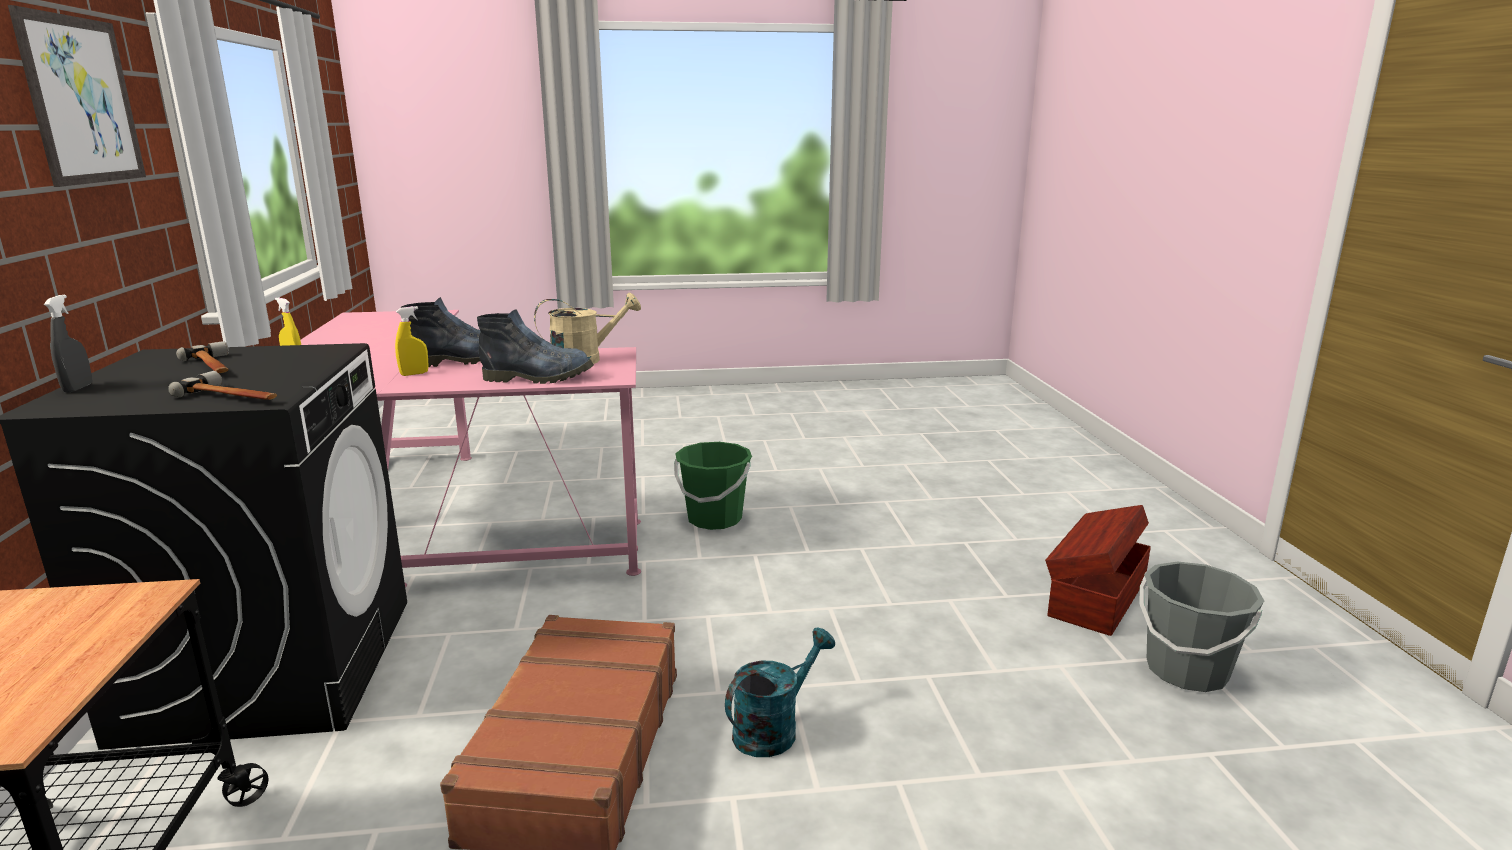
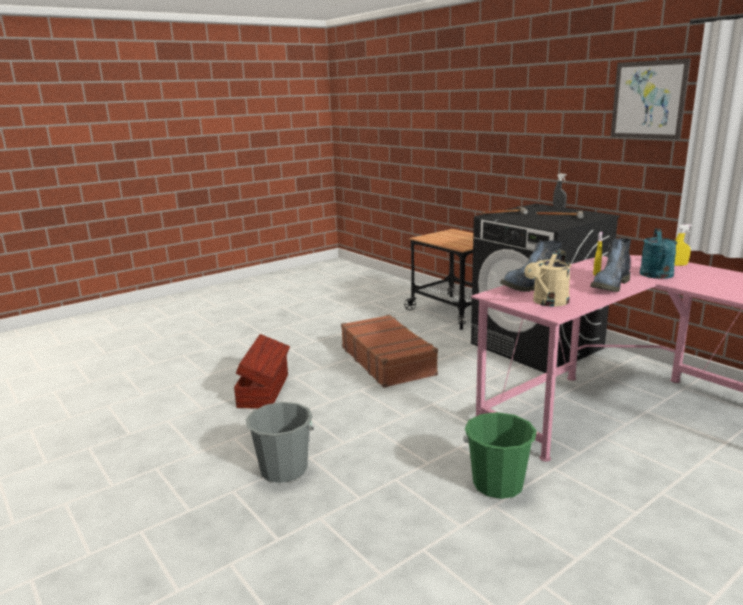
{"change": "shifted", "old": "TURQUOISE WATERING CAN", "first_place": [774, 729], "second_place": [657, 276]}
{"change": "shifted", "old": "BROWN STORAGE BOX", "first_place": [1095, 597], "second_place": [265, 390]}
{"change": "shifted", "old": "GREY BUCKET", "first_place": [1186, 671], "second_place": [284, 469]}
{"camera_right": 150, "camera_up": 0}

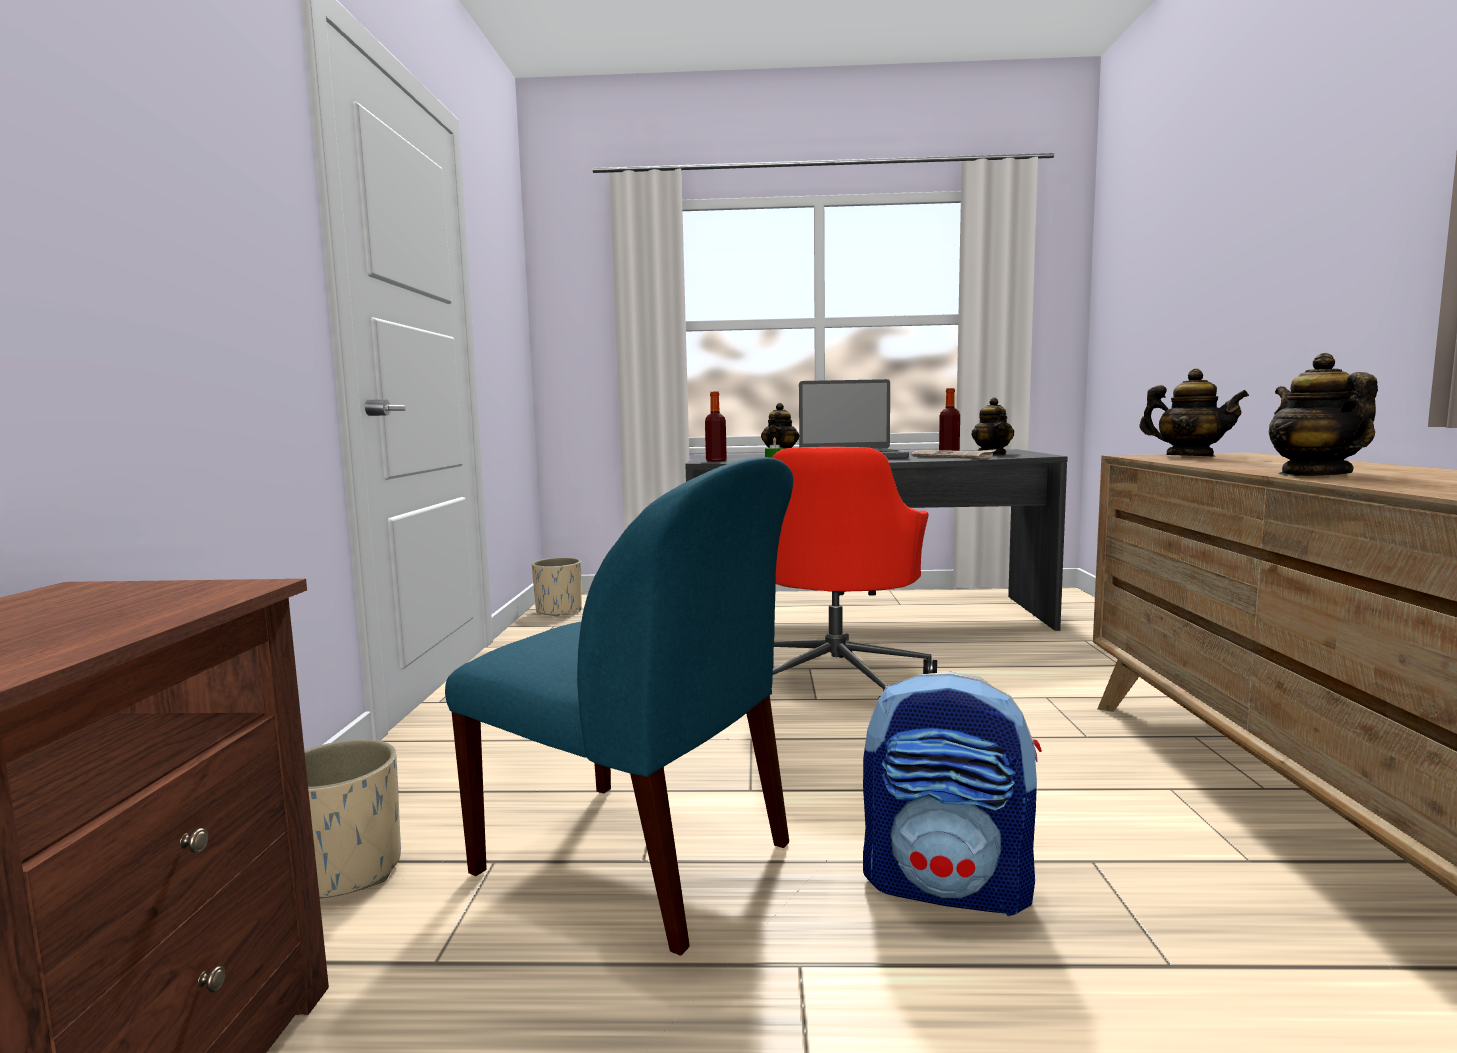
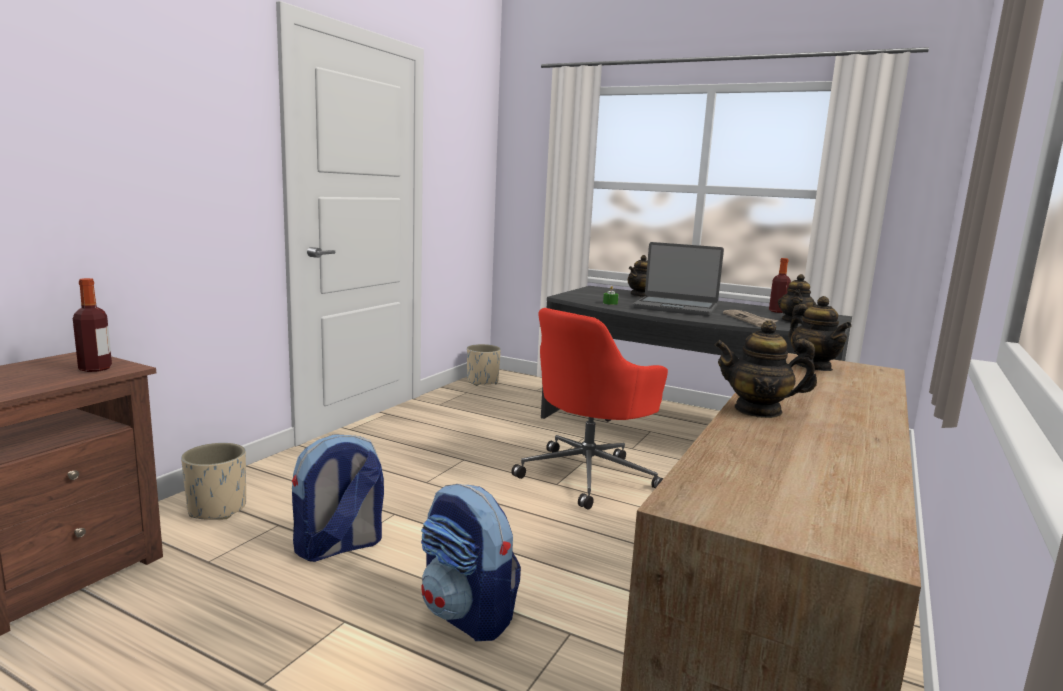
{"change": "swapped", "old": "BLUE CHAIR", "new": "BACKPACK", "first_place": [640, 860], "second_place": [339, 547]}
{"change": "shifted", "old": "BOTTLE", "first_place": [716, 460], "second_place": [95, 368]}
{"change": "rotated", "old": "TEAPOT", "first_place": [1314, 474], "second_place": [758, 410], "degrees": -105}
{"camera_right": 25, "camera_up": 5}

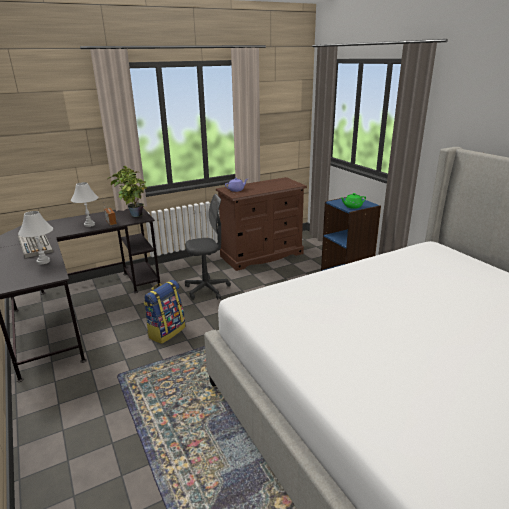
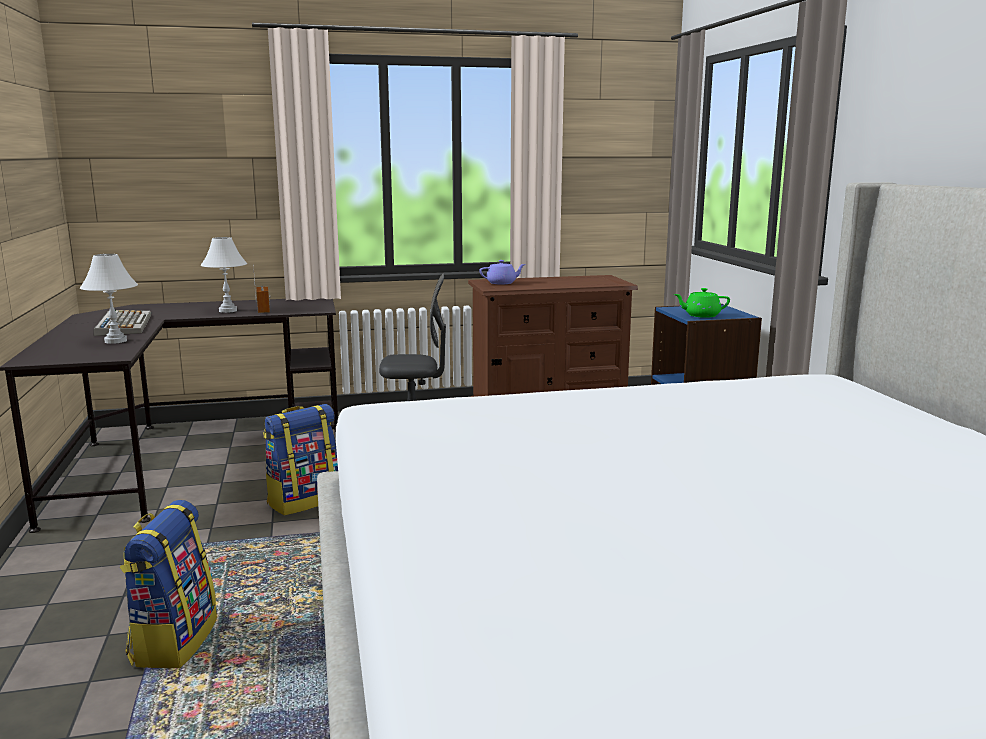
{"change": "gone", "old": "POTTED PLANT", "first_place": [133, 215]}
{"change": "new", "new": "BACKPACK", "second_place": [173, 641]}
{"camera_right": 15, "camera_up": -10}

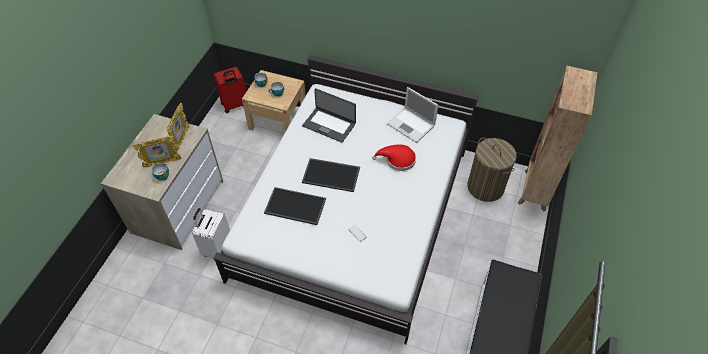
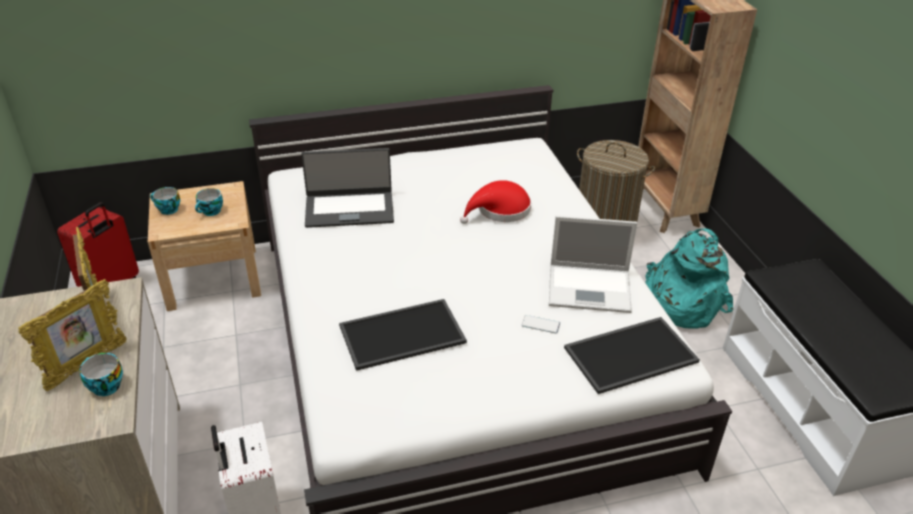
{"change": "shifted", "old": "TRAY", "first_place": [332, 174], "second_place": [630, 353]}
{"change": "shifted", "old": "LAPTOP", "first_place": [411, 125], "second_place": [591, 288]}
{"change": "new", "new": "TURQUOISE BACKPACK", "second_place": [680, 302]}
{"camera_right": -35, "camera_up": -15}

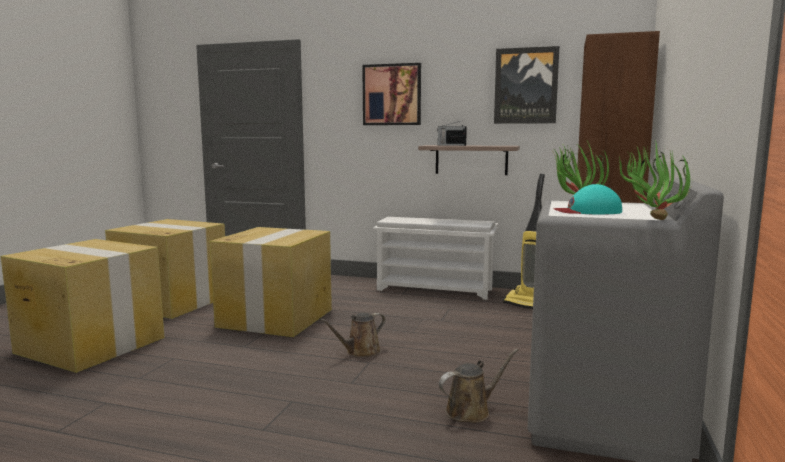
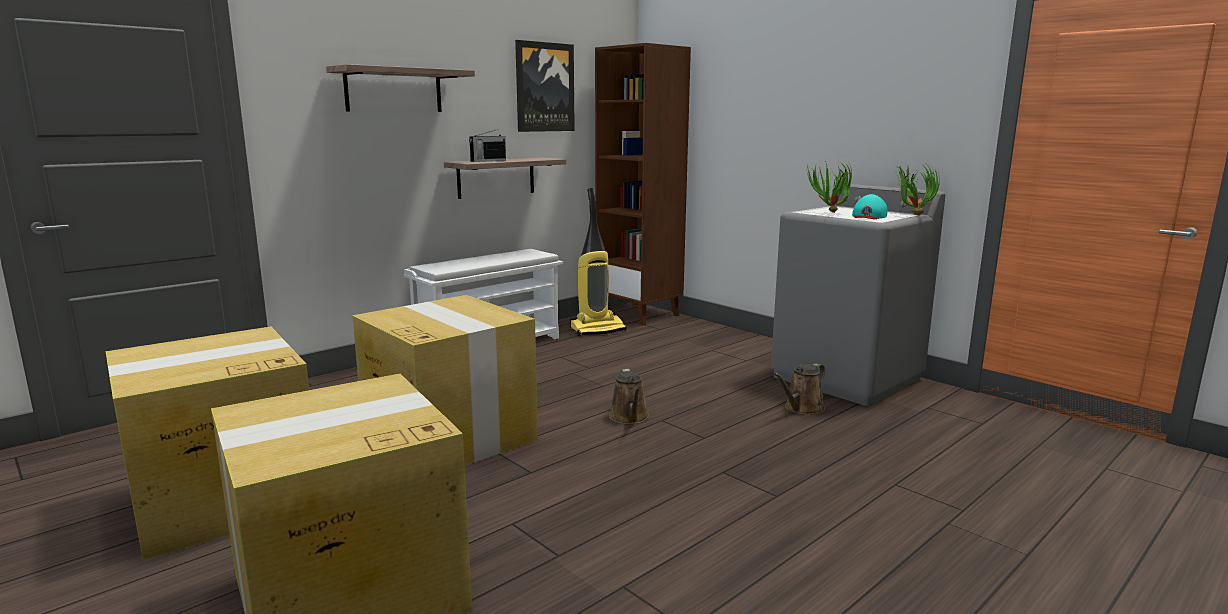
{"change": "swapped", "old": "PICTURE", "new": "SHELF", "first_place": [392, 95], "second_place": [394, 90]}
{"change": "rotated", "old": "BROWN WATERING CAN", "first_place": [471, 411], "second_place": [802, 408], "degrees": -135}
{"camera_right": -60, "camera_up": 5}

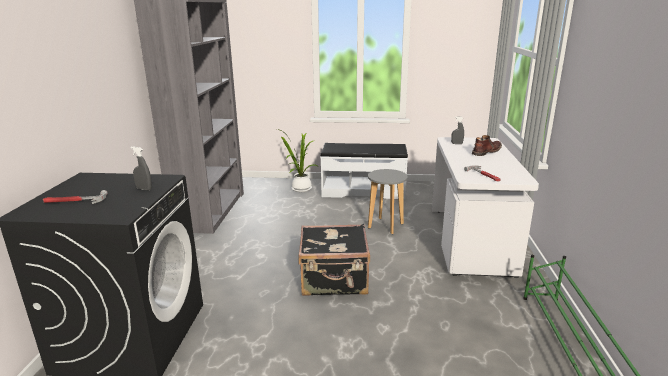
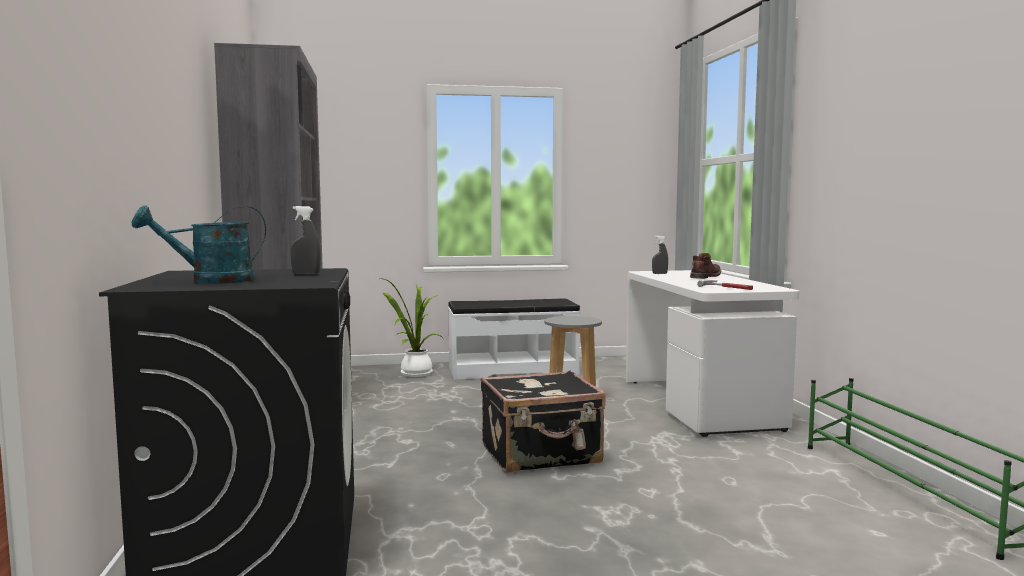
{"change": "swapped", "old": "HAMMER", "new": "TURQUOISE WATERING CAN", "first_place": [74, 201], "second_place": [210, 281]}
{"camera_right": -15, "camera_up": -15}

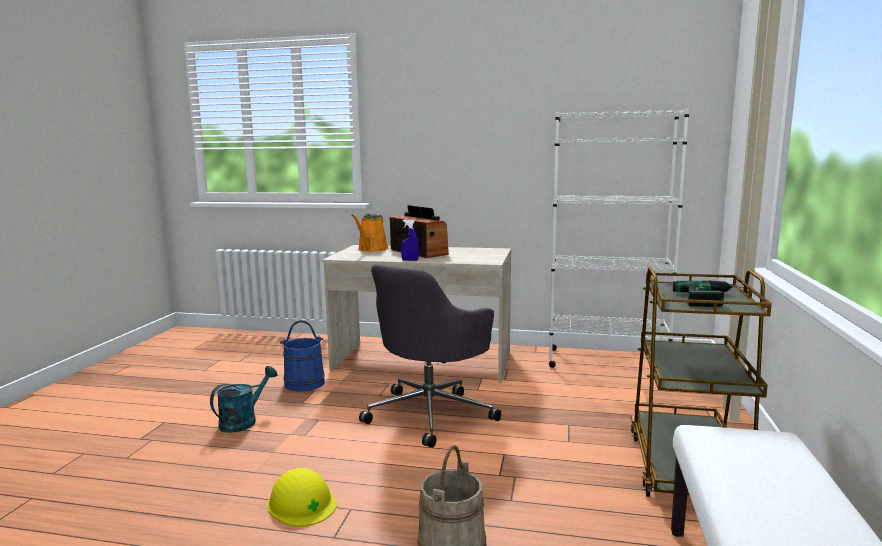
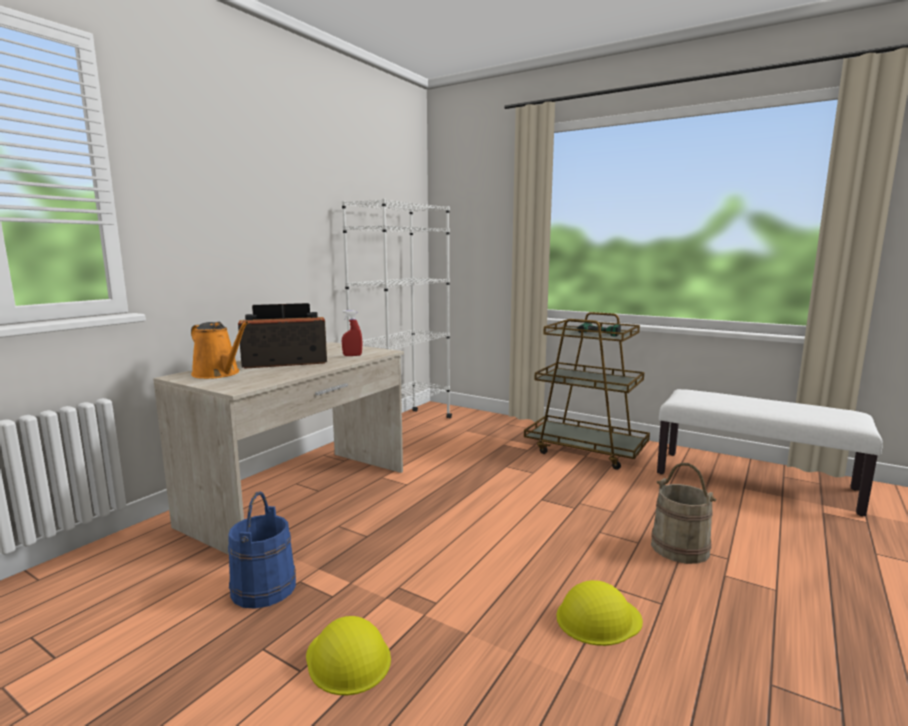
{"change": "swapped", "old": "TURQUOISE WATERING CAN", "new": "YELLOW HARD HAT", "first_place": [243, 421], "second_place": [348, 658]}
{"change": "gone", "old": "GREY OFFICE CHAIR", "first_place": [431, 413]}
{"change": "gone", "old": "BLUE SPRAY BOTTLE", "first_place": [410, 260]}
{"change": "new", "new": "RED SPRAY BOTTLE", "second_place": [352, 355]}
{"camera_right": -70, "camera_up": 0}

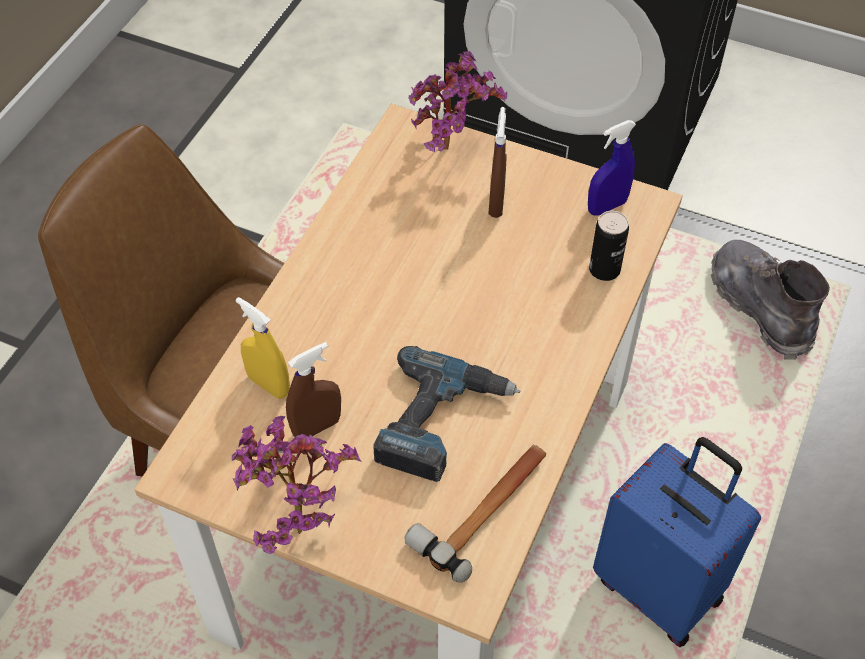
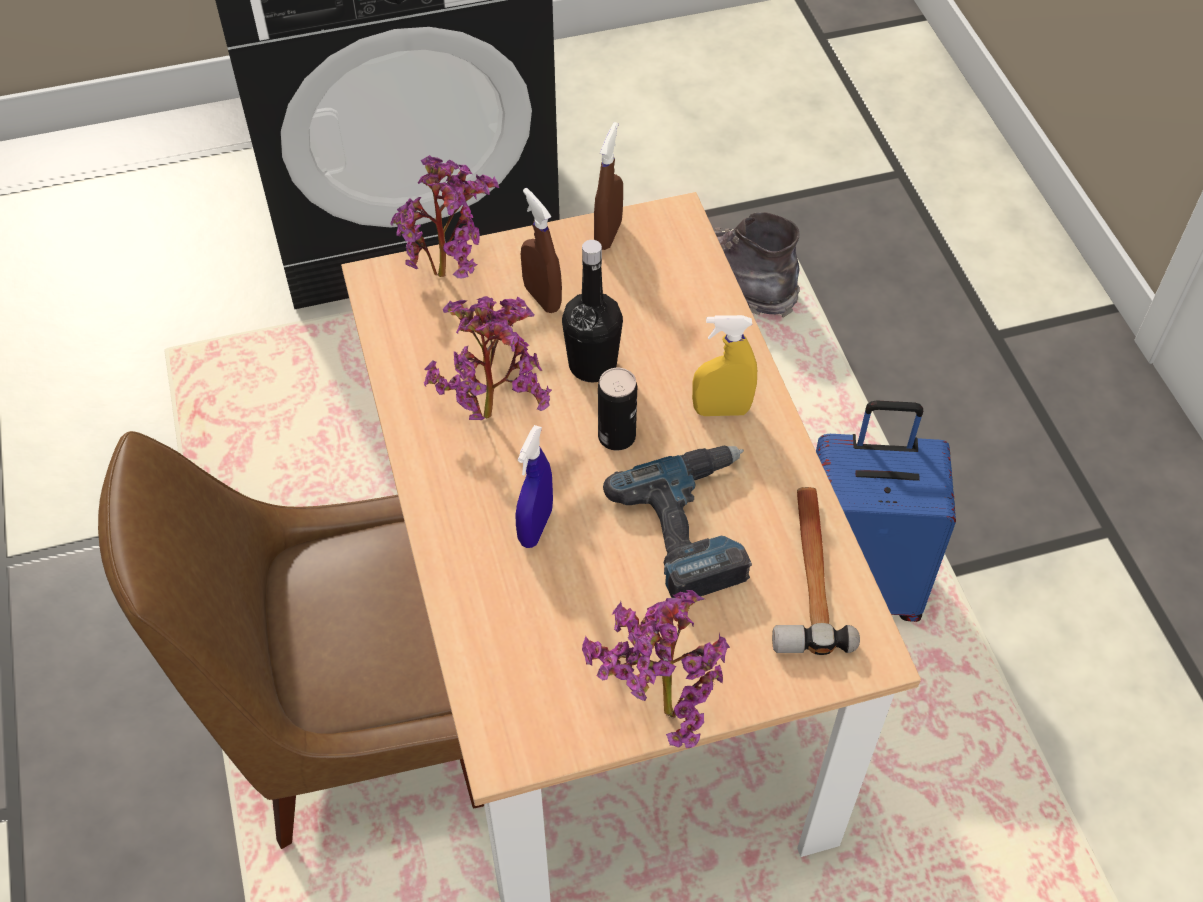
{"change": "shifted", "old": "YELLOW SPRAY BOTTLE", "first_place": [268, 385], "second_place": [721, 410]}
{"change": "shifted", "old": "BROWN SPRAY BOTTLE", "first_place": [317, 427], "second_place": [608, 234]}
{"change": "shifted", "old": "BLUE SPRAY BOTTLE", "first_place": [607, 206], "second_place": [535, 527]}
{"change": "shifted", "old": "CAN", "first_place": [604, 269], "second_place": [616, 436]}
{"change": "new", "new": "POTTED PLANT", "second_place": [494, 411]}
{"change": "new", "new": "BLACK BOTTLE", "second_place": [592, 365]}
{"camera_right": -40, "camera_up": 0}

